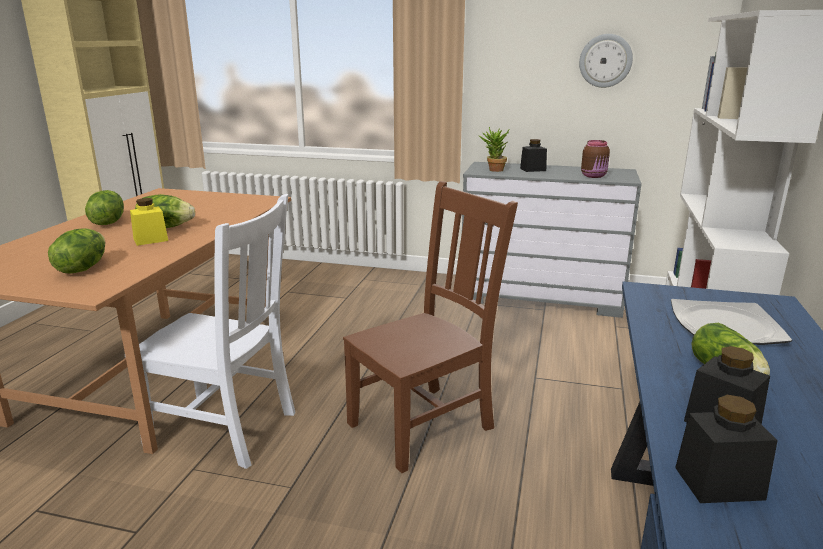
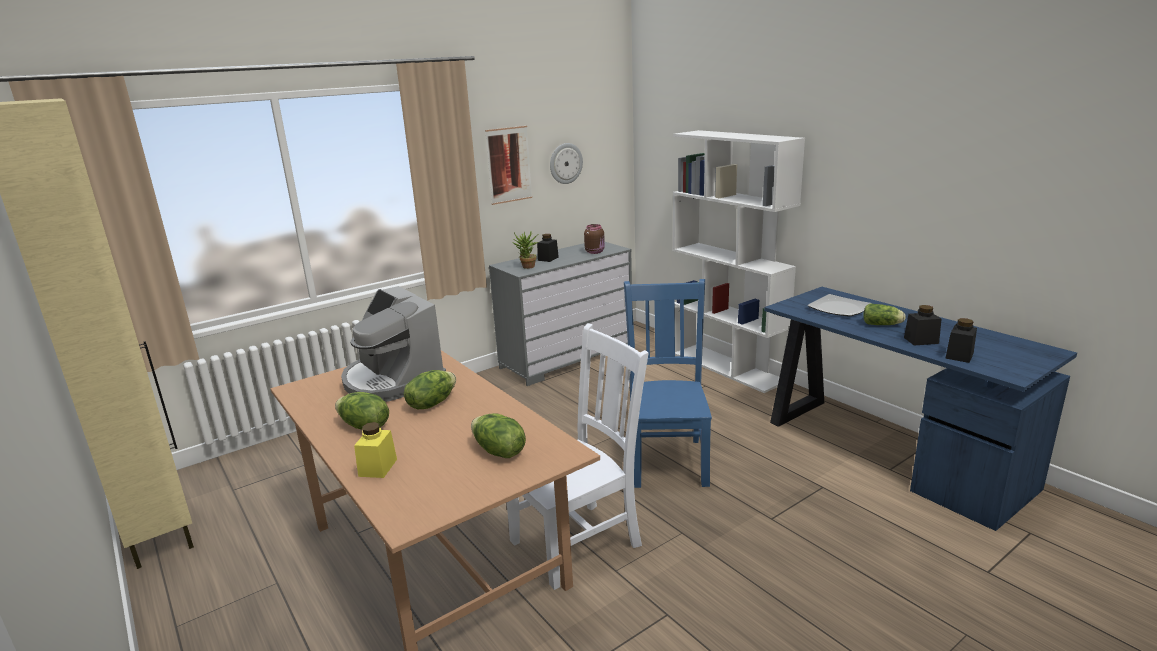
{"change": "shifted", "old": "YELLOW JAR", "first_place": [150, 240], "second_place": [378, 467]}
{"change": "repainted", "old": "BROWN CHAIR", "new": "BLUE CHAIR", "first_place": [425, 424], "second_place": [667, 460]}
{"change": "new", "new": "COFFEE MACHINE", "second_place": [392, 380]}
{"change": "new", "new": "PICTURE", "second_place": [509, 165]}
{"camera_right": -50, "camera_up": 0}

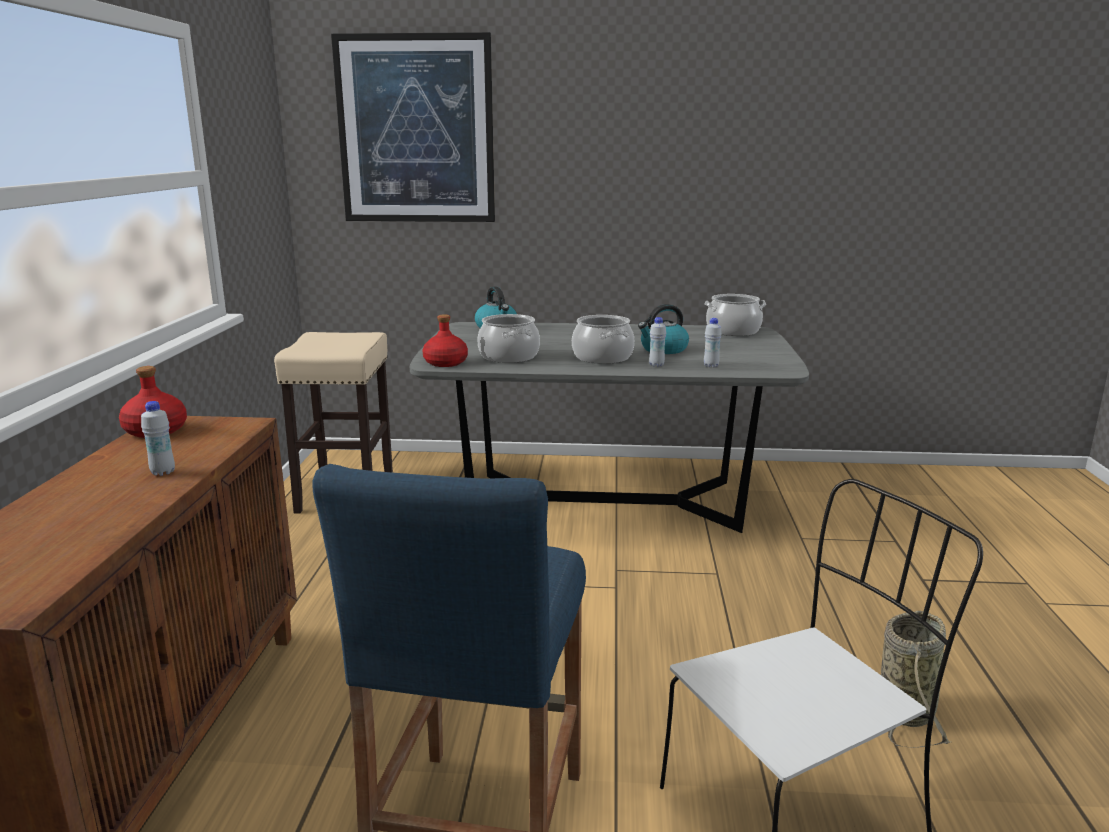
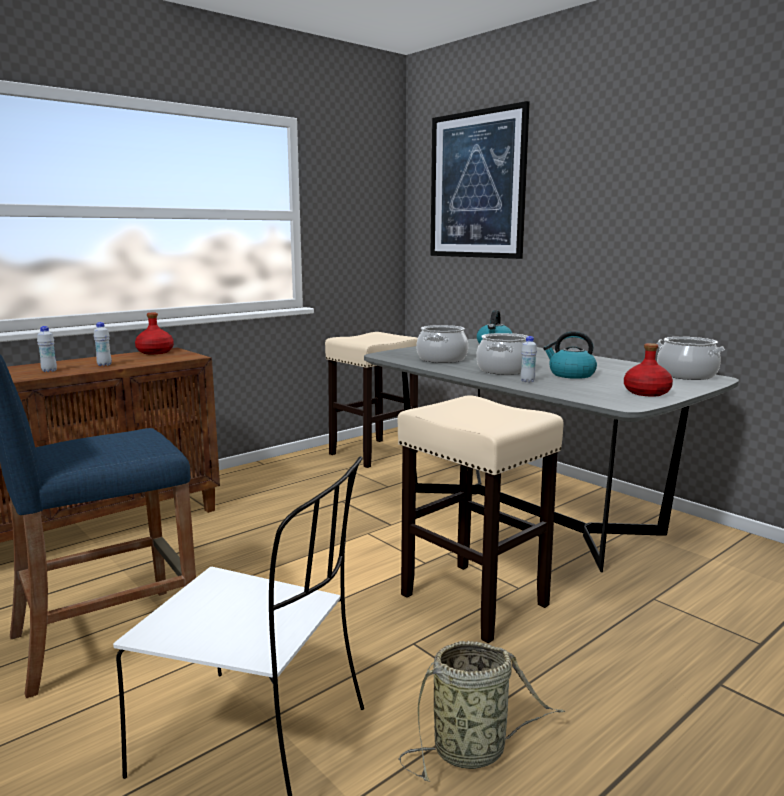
{"change": "shifted", "old": "RED BOTTLE", "first_place": [445, 363], "second_place": [646, 392]}
{"change": "shifted", "old": "WHITE BOTTLE", "first_place": [711, 366], "second_place": [49, 371]}
{"change": "new", "new": "BEIGE STOOL", "second_place": [472, 599]}
{"camera_right": 45, "camera_up": -5}

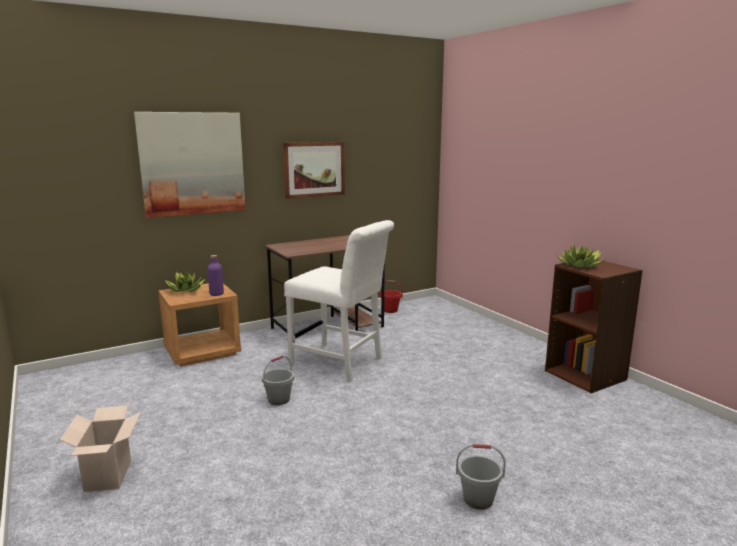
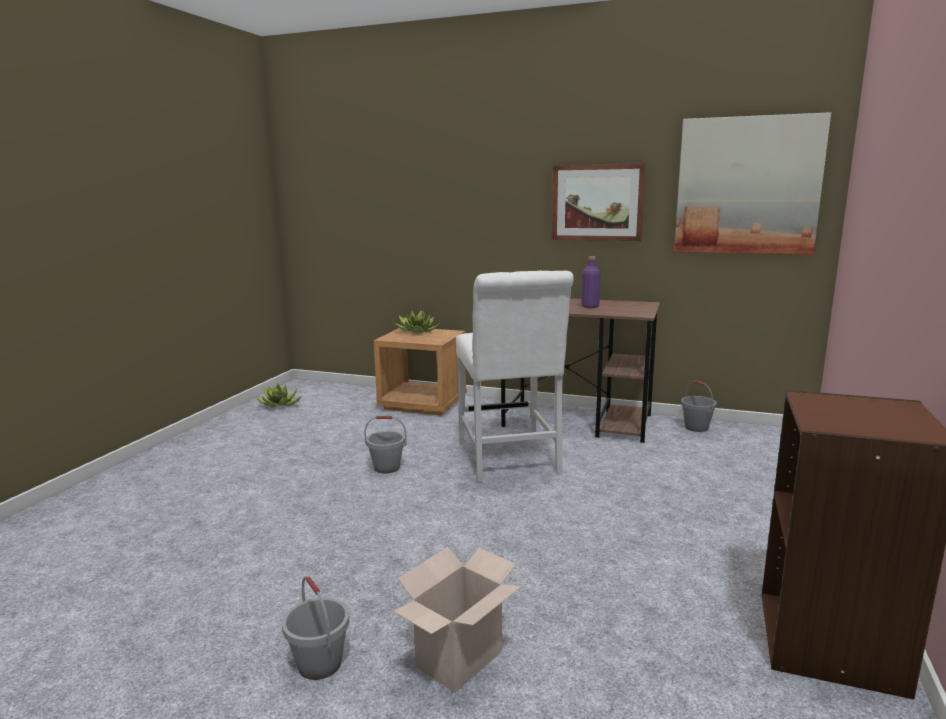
{"change": "shifted", "old": "CARDBOARD BOX", "first_place": [109, 476], "second_place": [459, 662]}
{"change": "shifted", "old": "PICTURE", "first_place": [192, 164], "second_place": [747, 186]}
{"change": "shifted", "old": "PURPLE BOTTLE", "first_place": [216, 294], "second_place": [590, 306]}
{"change": "repainted", "old": "RED BUCKET", "new": "GREY BUCKET", "first_place": [390, 310], "second_place": [696, 427]}
{"change": "shifted", "old": "POTTED PLANT", "first_place": [580, 265], "second_place": [280, 405]}
{"camera_right": 50, "camera_up": 0}

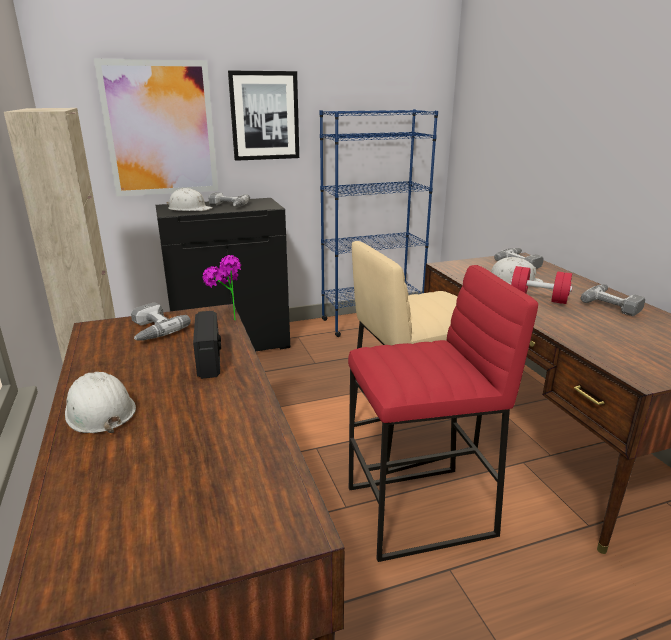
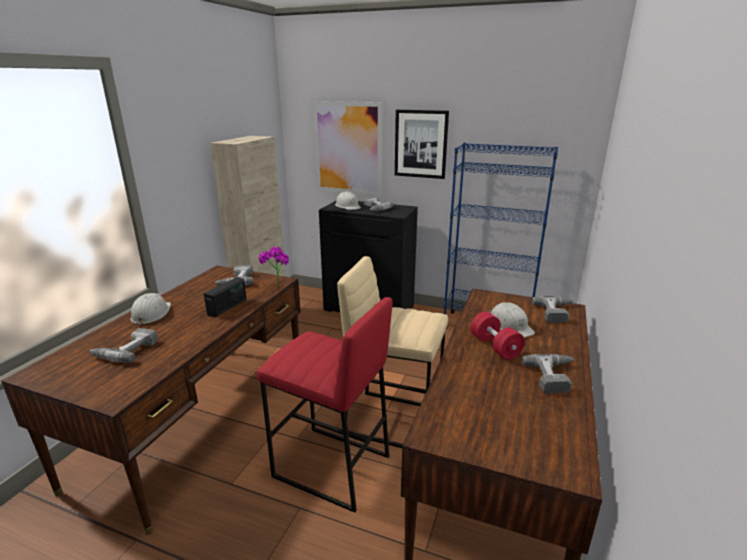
{"change": "new", "new": "POWER DRILL", "second_place": [126, 350]}
{"camera_right": 40, "camera_up": 0}

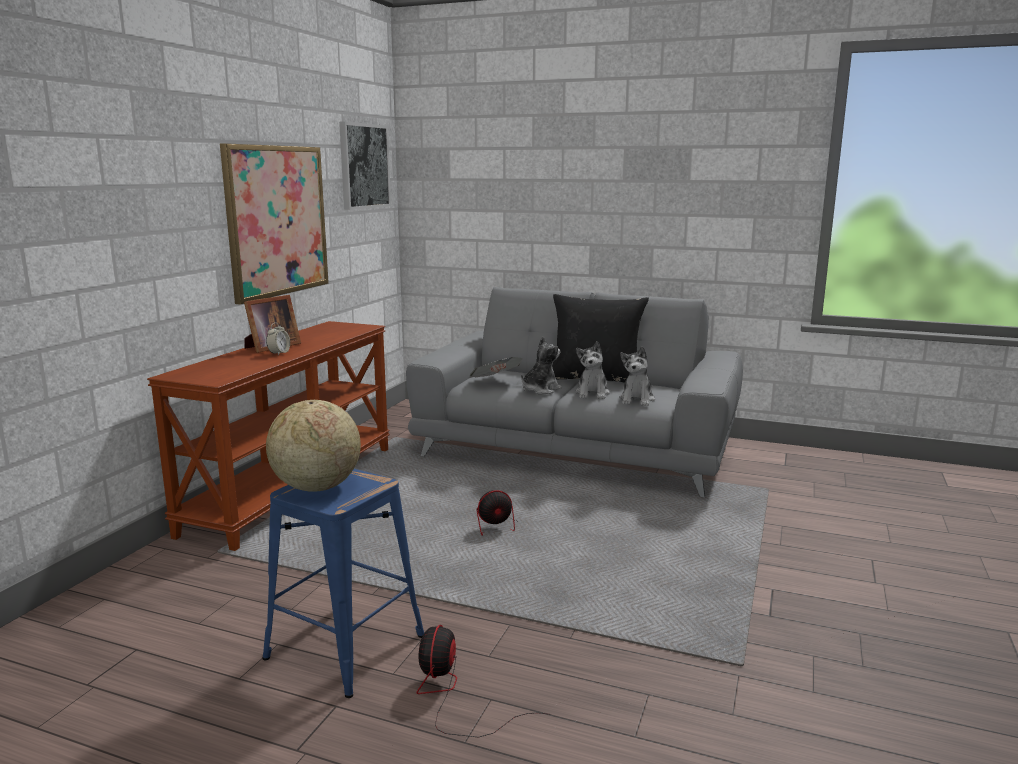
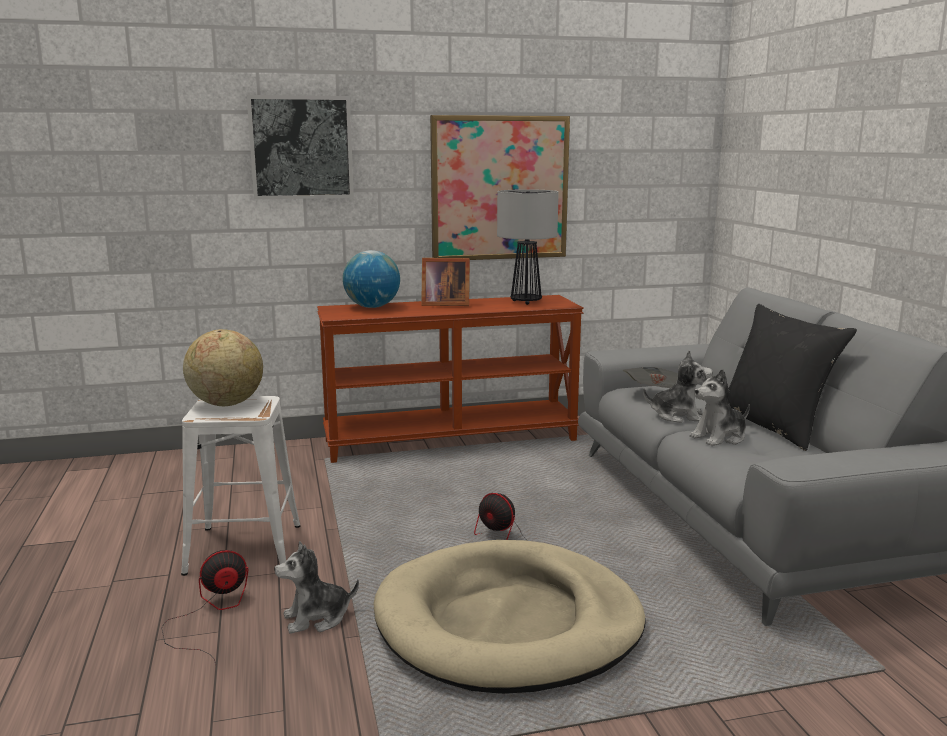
{"change": "repainted", "old": "BLUE STOOL", "new": "WHITE STOOL", "first_place": [344, 646], "second_place": [244, 548]}
{"change": "gone", "old": "ALARM CLOCK", "first_place": [279, 353]}
{"change": "shifted", "old": "PICTURE", "first_place": [364, 166], "second_place": [301, 147]}
{"change": "shifted", "old": "PLUSH TOY", "first_place": [637, 399], "second_place": [316, 618]}
{"change": "new", "new": "GLOBE", "second_place": [372, 307]}
{"change": "new", "new": "BEIGE DOG BED", "second_place": [508, 623]}
{"change": "new", "new": "TABLE LAMP", "second_place": [525, 302]}
{"camera_right": 55, "camera_up": 0}

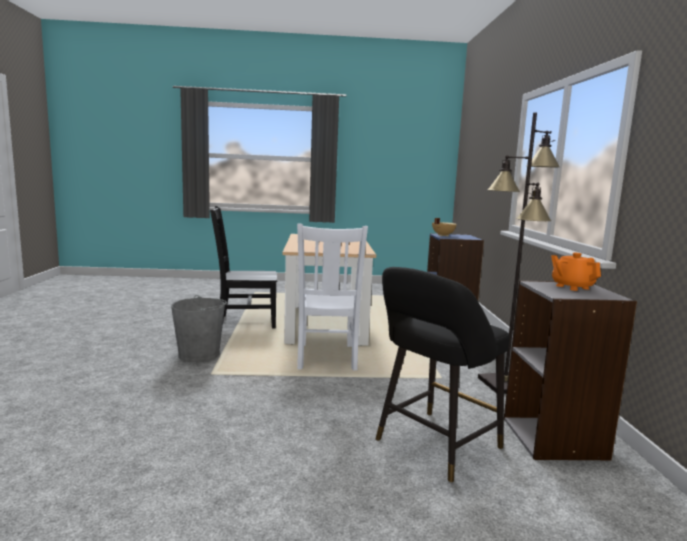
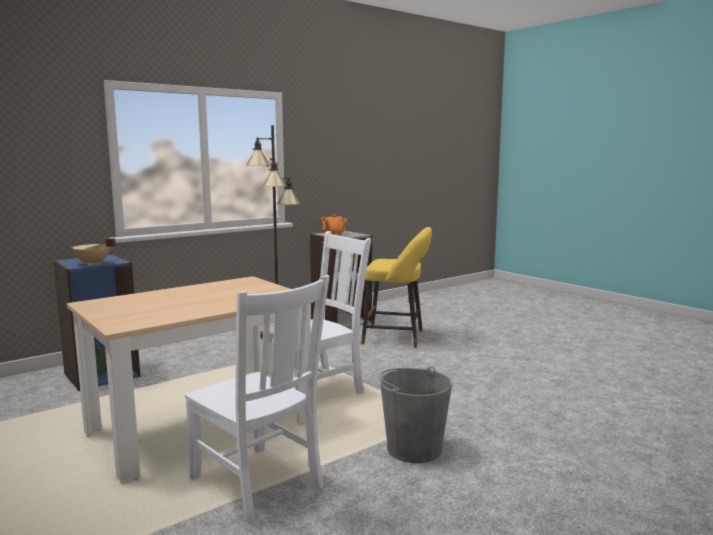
{"change": "repainted", "old": "BLACK CHAIR", "new": "WHITE CHAIR", "first_place": [244, 322], "second_place": [258, 485]}
{"change": "repainted", "old": "BLACK STOOL", "new": "YELLOW STOOL", "first_place": [434, 446], "second_place": [397, 337]}
{"camera_right": -125, "camera_up": 0}

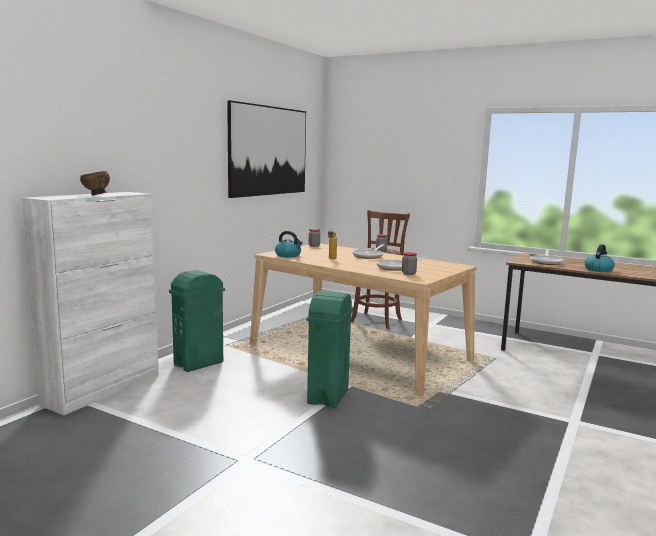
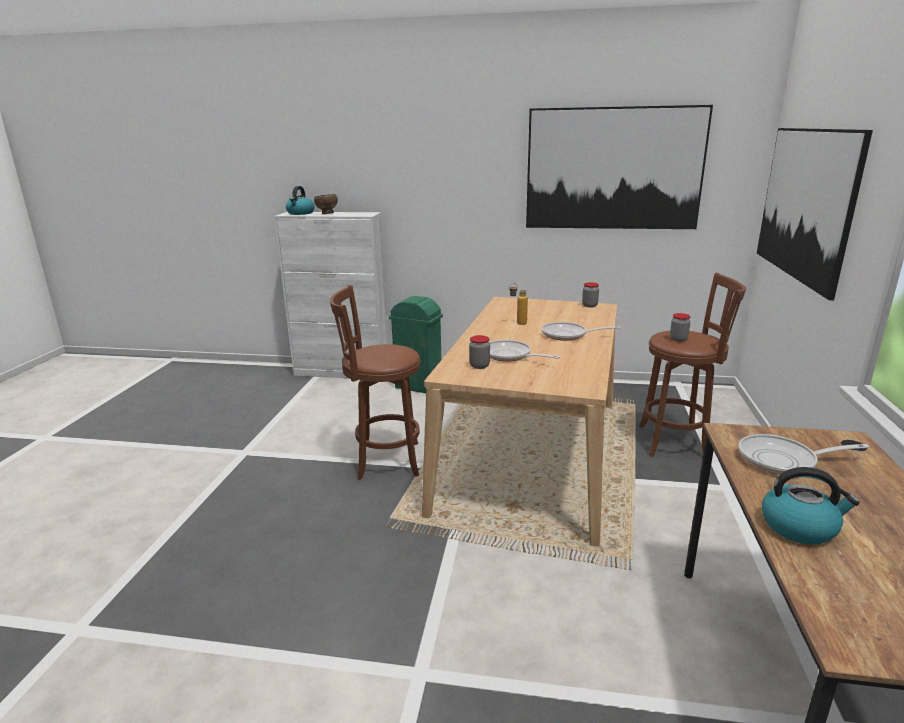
{"change": "shifted", "old": "KETTLE", "first_place": [288, 255], "second_place": [300, 213]}
{"change": "swapped", "old": "GREEN TRASH CAN", "new": "BROWN STOOL", "first_place": [327, 397], "second_place": [384, 460]}
{"change": "new", "new": "PICTURE", "second_place": [805, 204]}
{"camera_right": 70, "camera_up": 10}

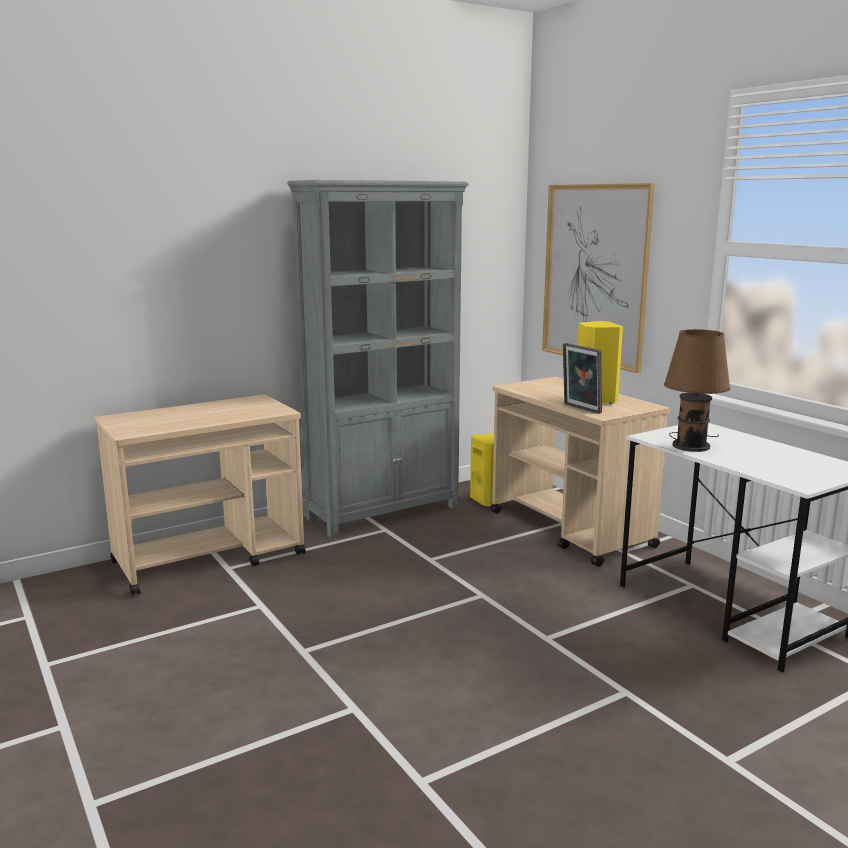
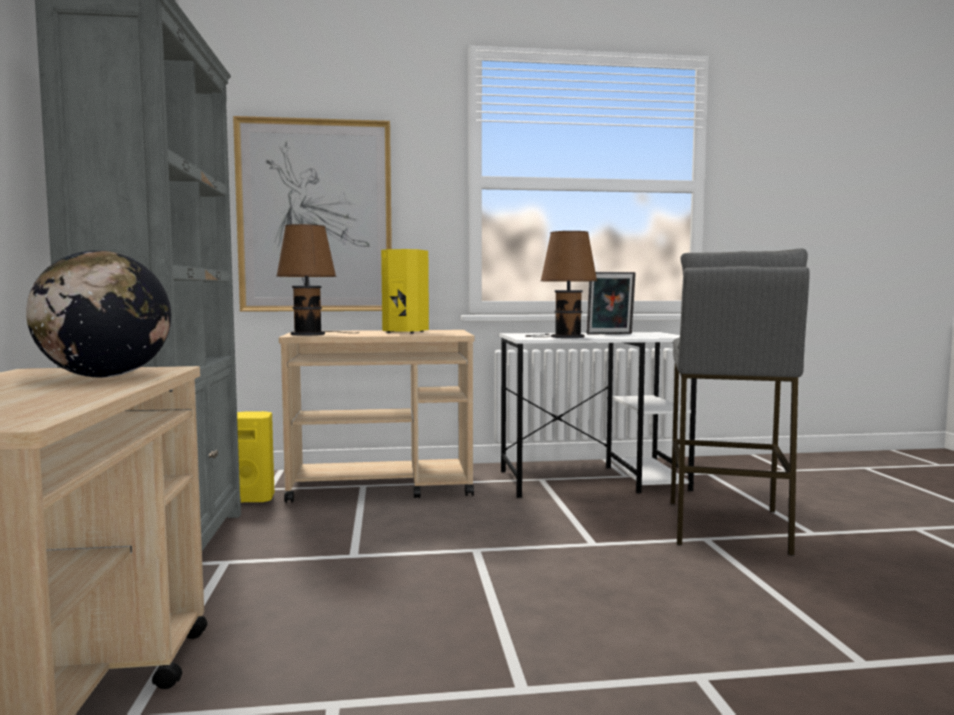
{"change": "shifted", "old": "PICTURE FRAME", "first_place": [580, 409], "second_place": [610, 334]}
{"change": "new", "new": "GLOBE", "second_place": [104, 377]}
{"change": "new", "new": "BROWN TABLE LAMP", "second_place": [311, 334]}
{"change": "new", "new": "GREY STOOL", "second_place": [726, 526]}
{"camera_right": -65, "camera_up": -10}

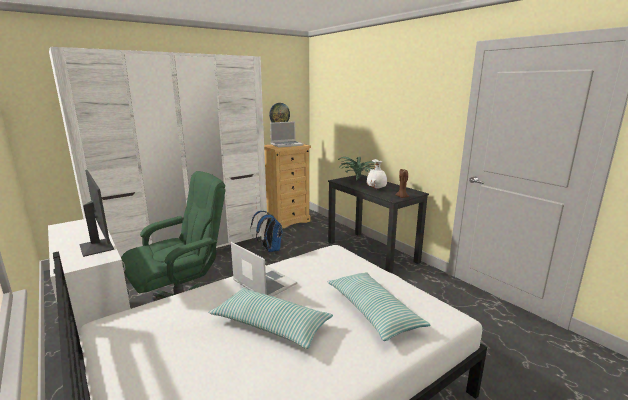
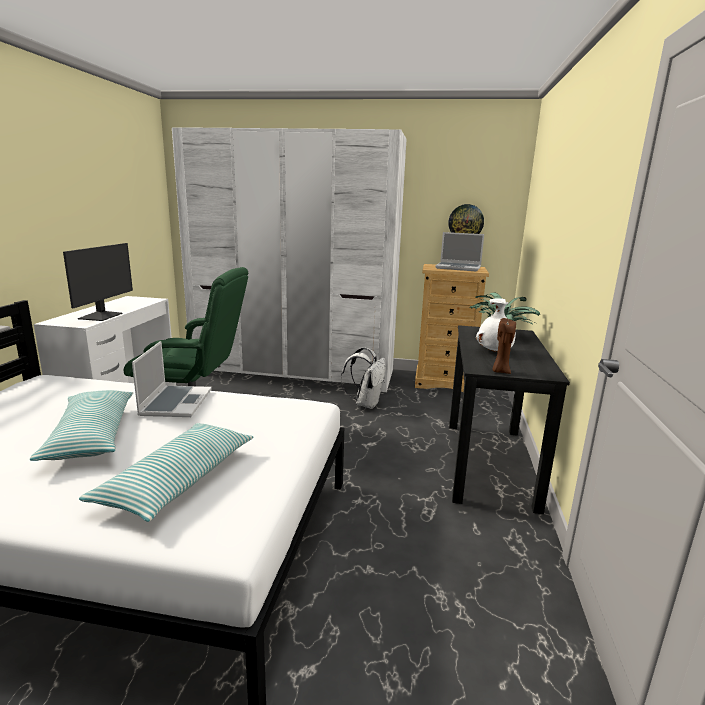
{"change": "repainted", "old": "BLUE BACKPACK", "new": "WHITE BACKPACK", "first_place": [269, 249], "second_place": [366, 404]}
{"camera_right": 45, "camera_up": 0}

